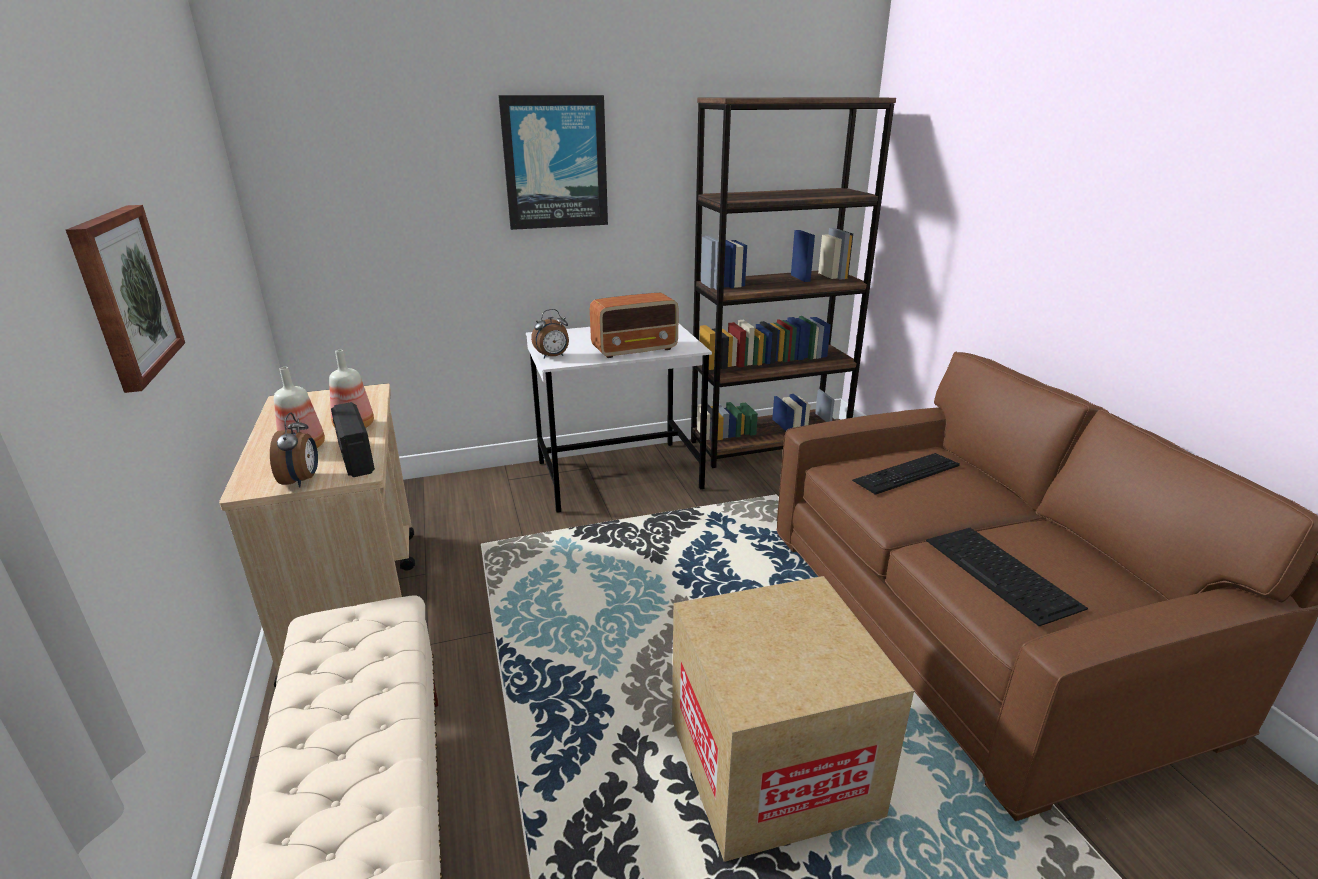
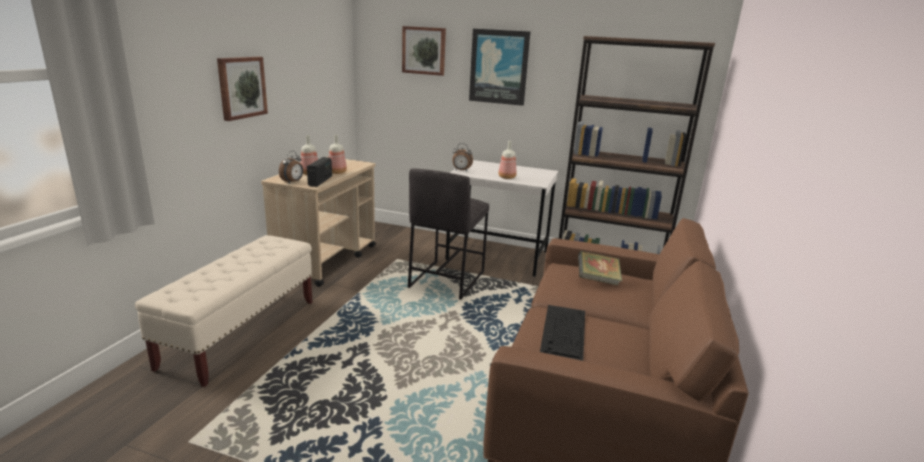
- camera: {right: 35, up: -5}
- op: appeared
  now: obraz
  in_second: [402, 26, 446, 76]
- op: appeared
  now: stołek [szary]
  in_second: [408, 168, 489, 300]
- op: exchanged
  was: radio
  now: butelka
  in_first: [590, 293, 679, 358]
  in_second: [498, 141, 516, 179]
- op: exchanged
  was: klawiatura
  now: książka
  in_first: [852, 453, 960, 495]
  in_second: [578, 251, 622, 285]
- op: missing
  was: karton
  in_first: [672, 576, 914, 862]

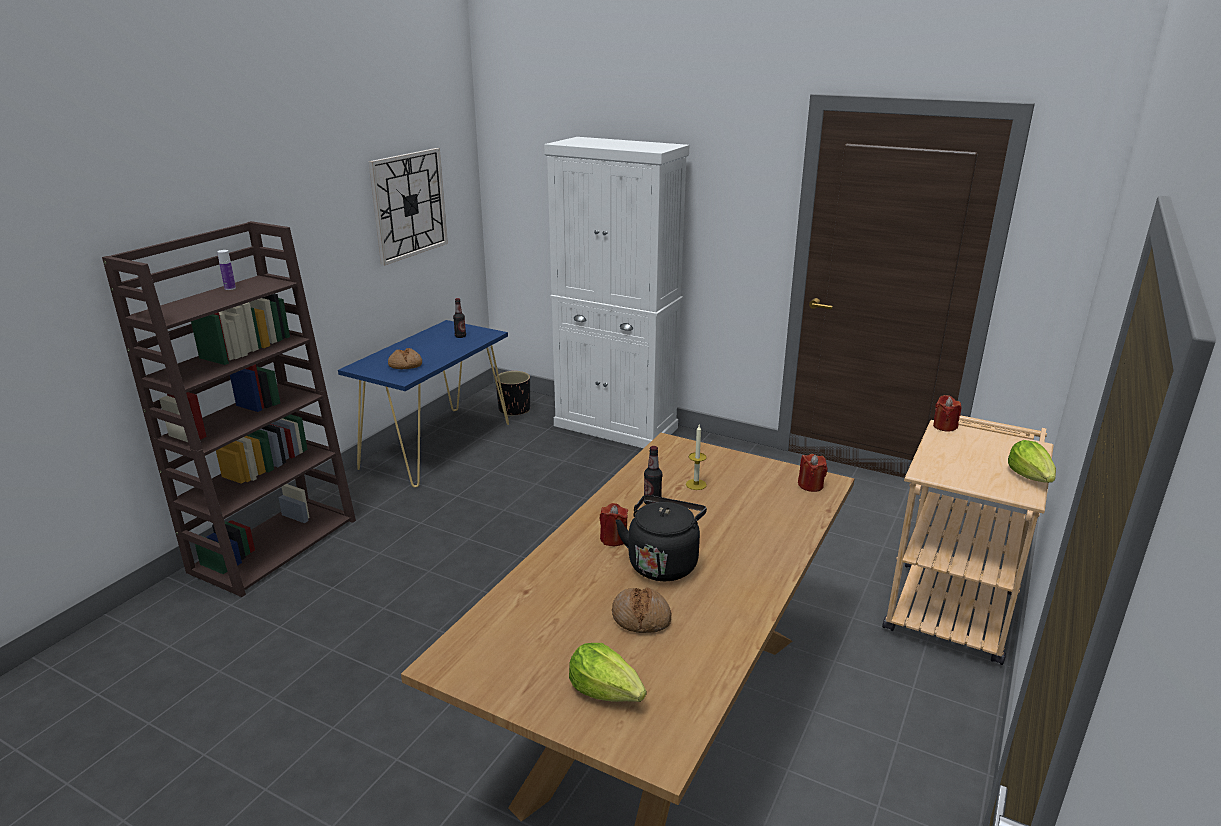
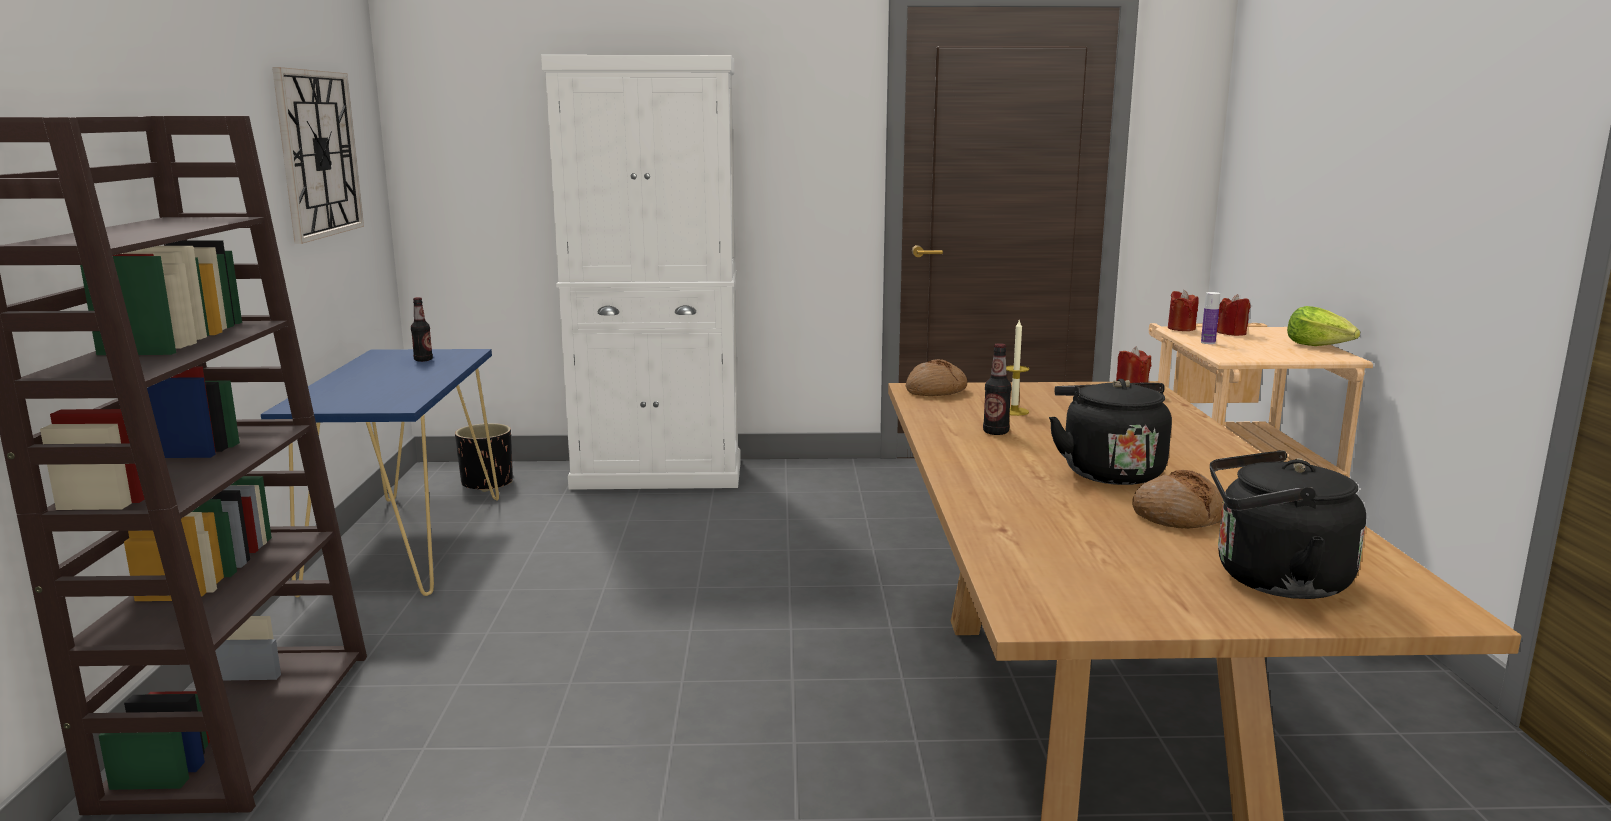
- camera: {right: -30, up: -10}
- op: relocated
  was: chleb
  in_first: [388, 348, 422, 369]
  in_second: [905, 359, 967, 396]
- op: relocated
  was: butelka
  in_first: [217, 250, 236, 290]
  in_second: [1201, 292, 1220, 344]
- op: exchanged
  was: sałata
  now: czajnik [czarny]
  in_first: [569, 643, 646, 702]
  in_second: [1210, 450, 1366, 599]
- op: relocated
  was: świeca [czerwony]
  in_first: [600, 503, 628, 546]
  in_second: [1217, 294, 1251, 336]

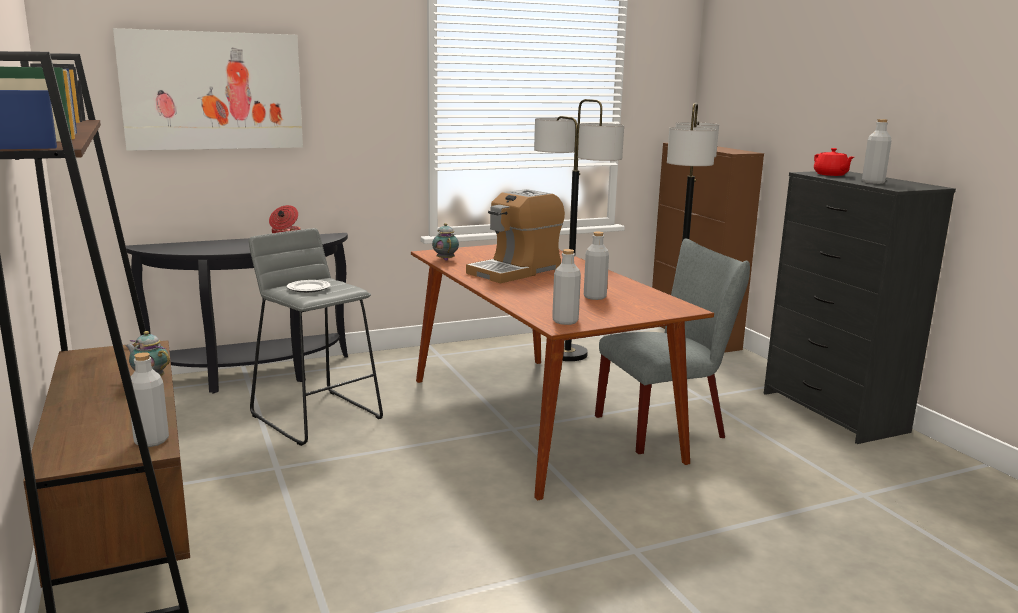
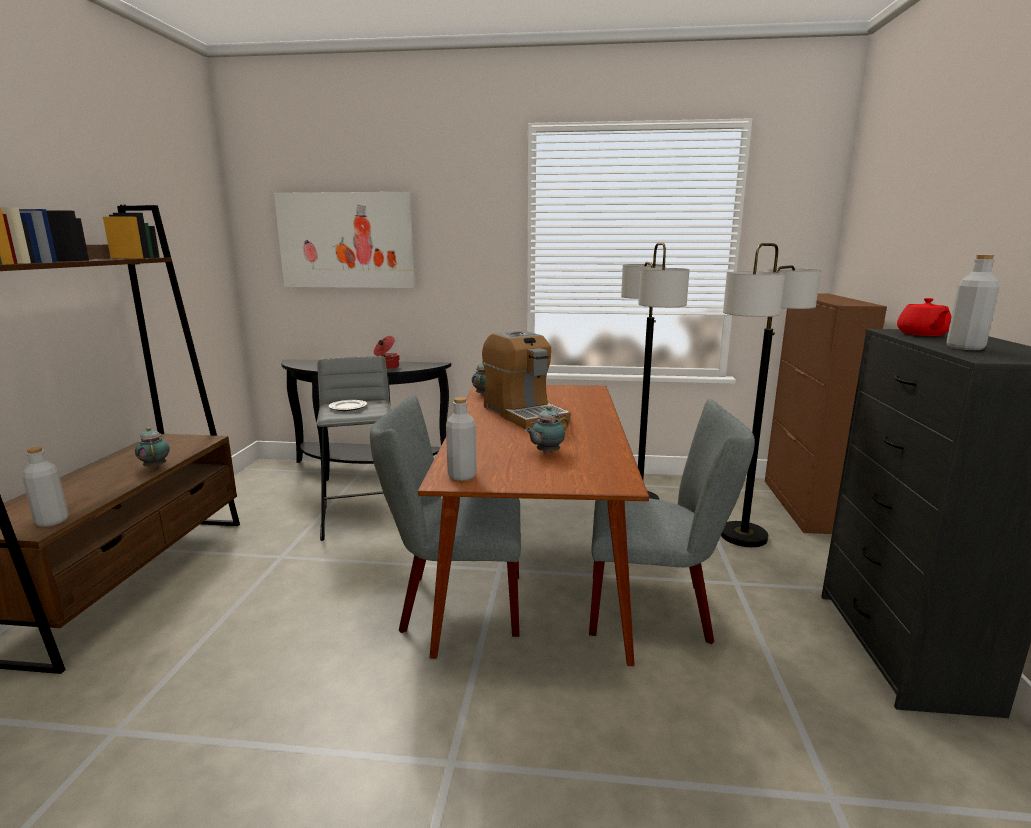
- camera: {right: 30, up: 0}
- op: appeared
  now: krzesło [szary]
  in_second: [370, 395, 521, 637]
- op: spun
  was: ekspres do kawy
  in_first: [466, 189, 565, 283]
  in_second: [482, 331, 571, 429]
  clockwise: -105
- op: exchanged
  was: butelka [szary]
  now: imbryk
  in_first: [584, 232, 609, 300]
  in_second: [525, 406, 569, 454]

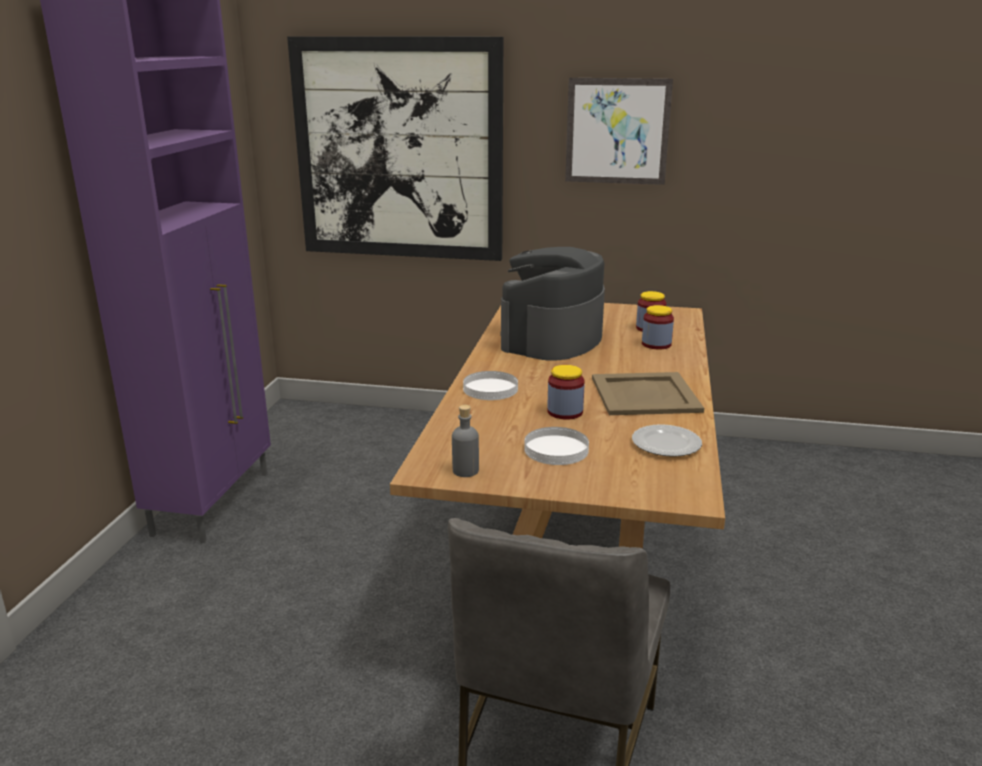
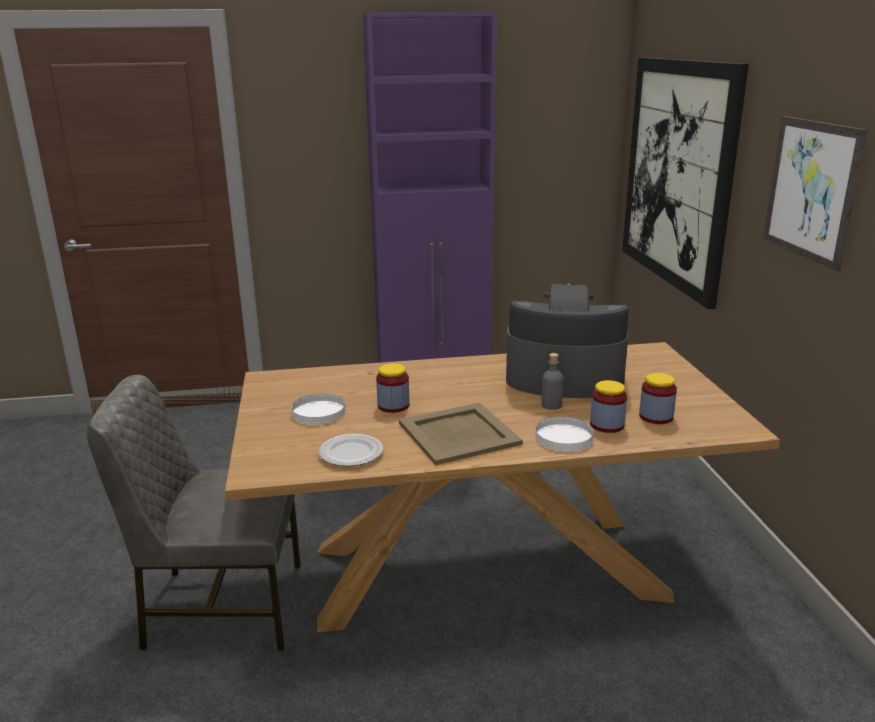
- camera: {right: 70, up: 0}
- op: relocated
  was: talerz [biały]
  in_first: [463, 371, 518, 400]
  in_second: [535, 417, 594, 452]
- op: relocated
  was: butelka [szary]
  in_first: [452, 405, 479, 477]
  in_second: [542, 353, 564, 410]

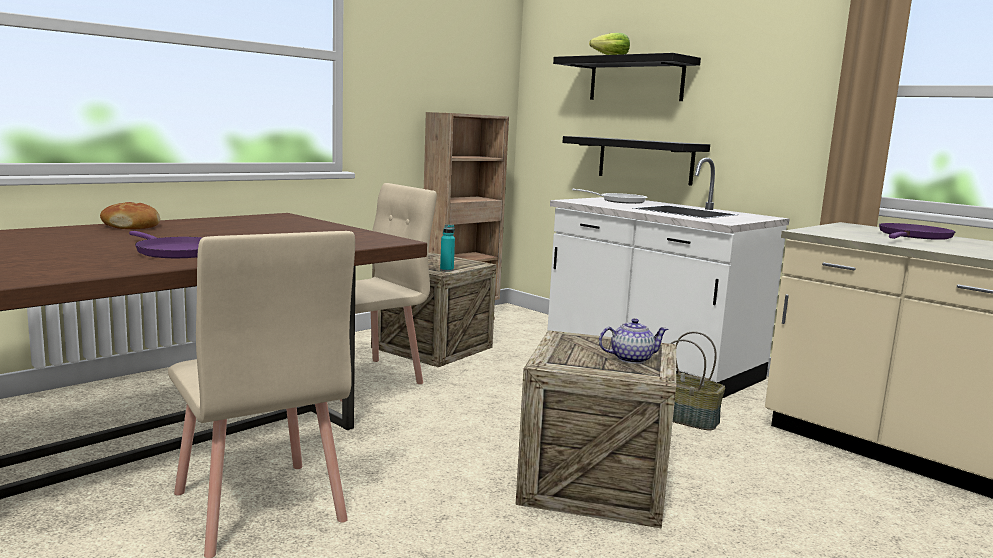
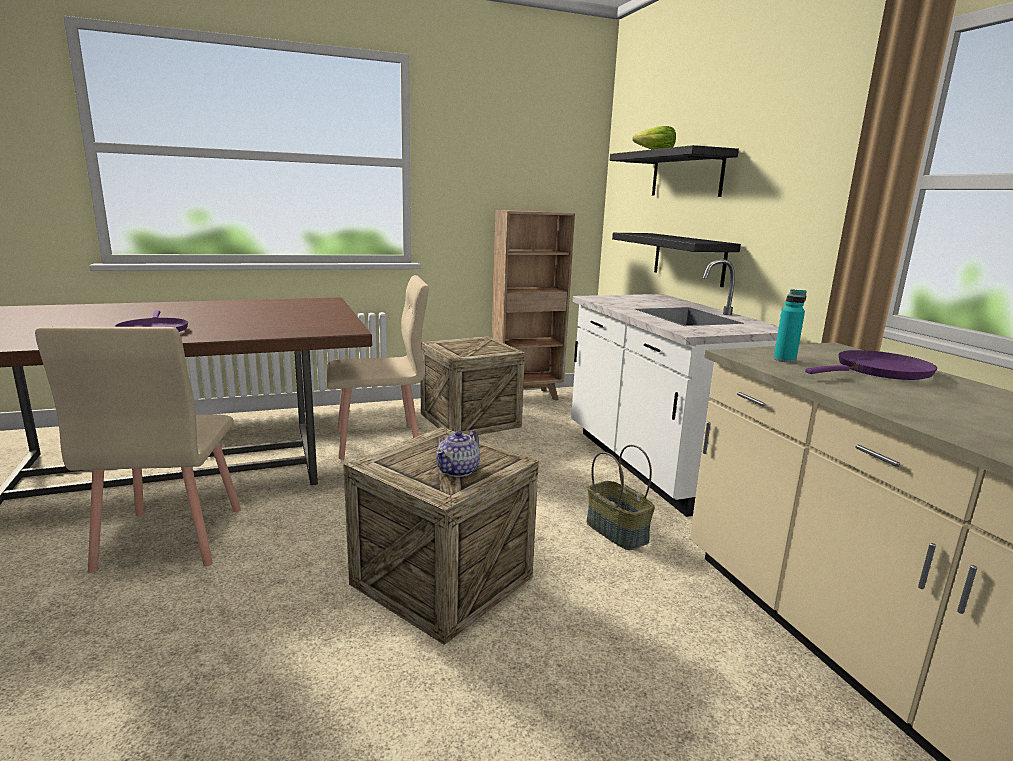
- camera: {right: 25, up: 5}
- op: spun
  was: imbryk
  in_first: [599, 318, 668, 364]
  in_second: [436, 431, 480, 477]
  clockwise: 105
- op: relocated
  was: butelka [turkusowy]
  in_first: [440, 224, 455, 272]
  in_second: [774, 289, 807, 363]
- op: missing
  was: chleb
  in_first: [100, 202, 160, 229]
- op: missing
  was: patelnia
  in_first: [572, 189, 647, 204]

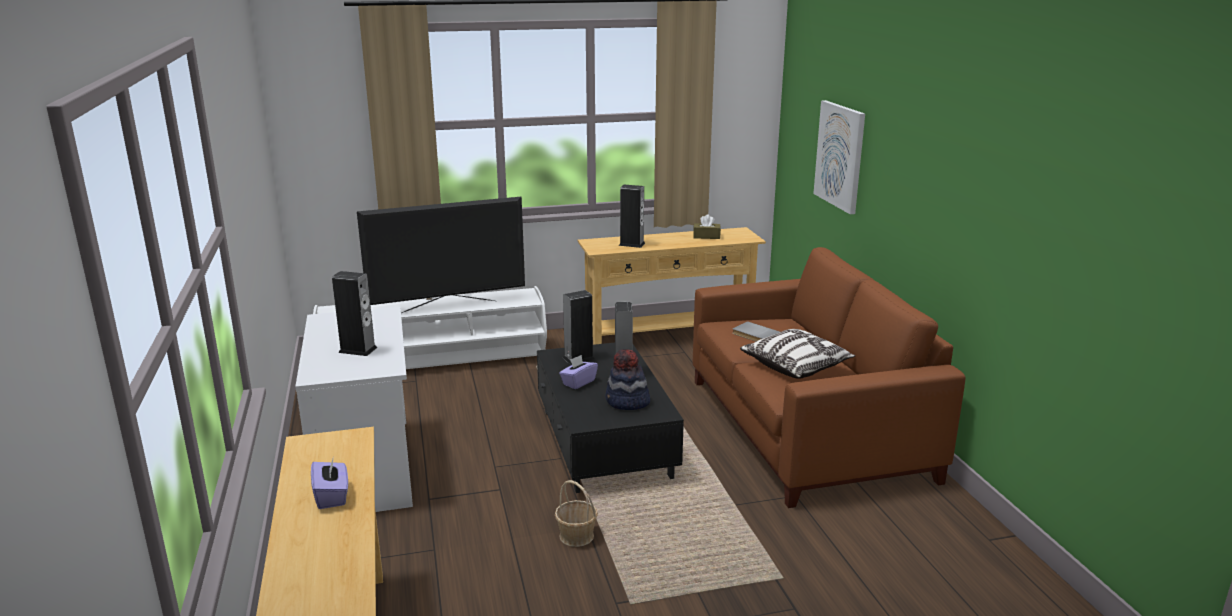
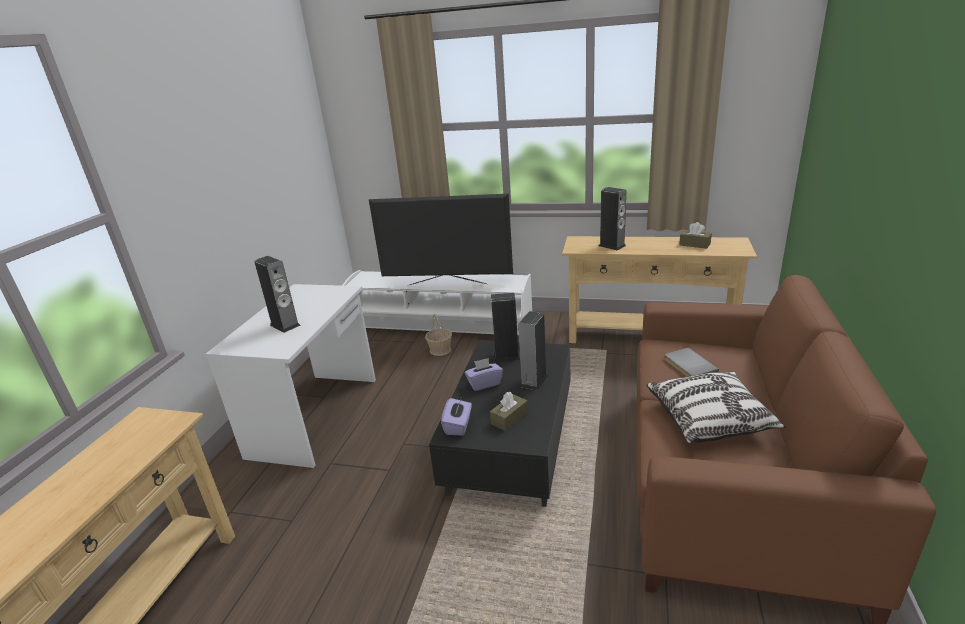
- camera: {right: 30, up: 5}
- op: relocated
  was: koszyk
  in_first: [555, 480, 598, 547]
  in_second: [425, 314, 452, 356]
- op: relocated
  was: pudełko chusteczek [fioletowy]
  in_first: [311, 459, 348, 509]
  in_second: [441, 398, 472, 436]
- op: exchanged
  was: kapelusz
  now: pudełko chusteczek [brązowy]
  in_first: [605, 349, 650, 410]
  in_second: [490, 392, 528, 431]
- op: missing
  was: obraz
  in_first: [813, 100, 865, 214]

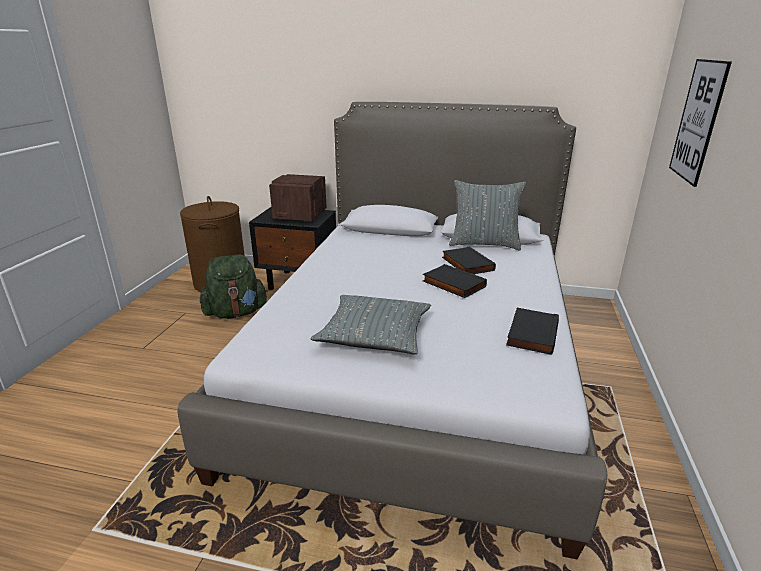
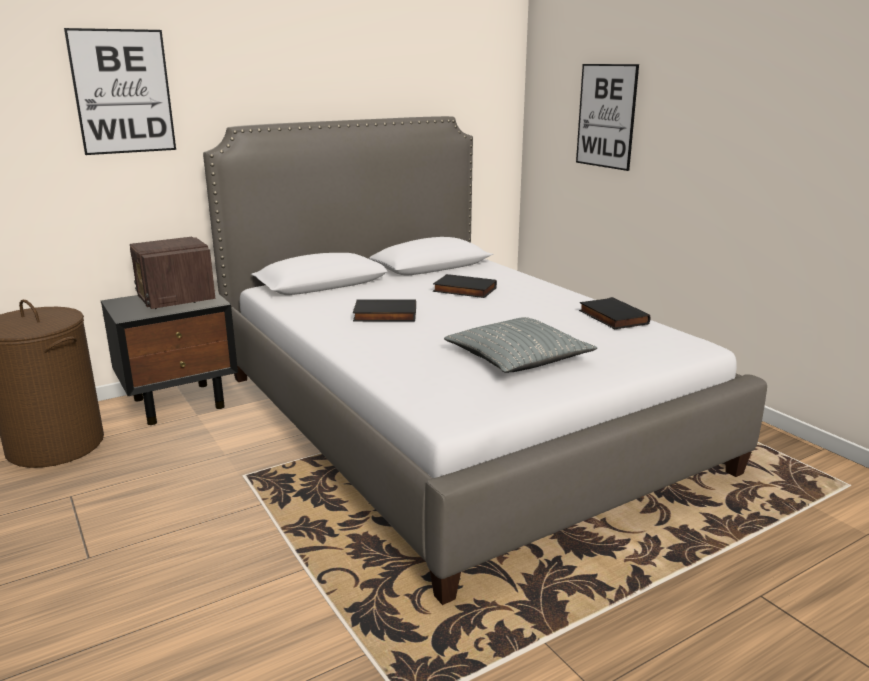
- camera: {right: -45, up: -5}
- op: appeared
  now: obraz
  in_second: [64, 28, 176, 155]
- op: relocated
  was: książka [czarny]
  in_first: [423, 264, 487, 298]
  in_second: [353, 299, 416, 321]
- op: missing
  was: plecak [zielony]
  in_first: [200, 255, 268, 319]
- op: missing
  was: poduszka [szary]
  in_first: [449, 180, 526, 251]

